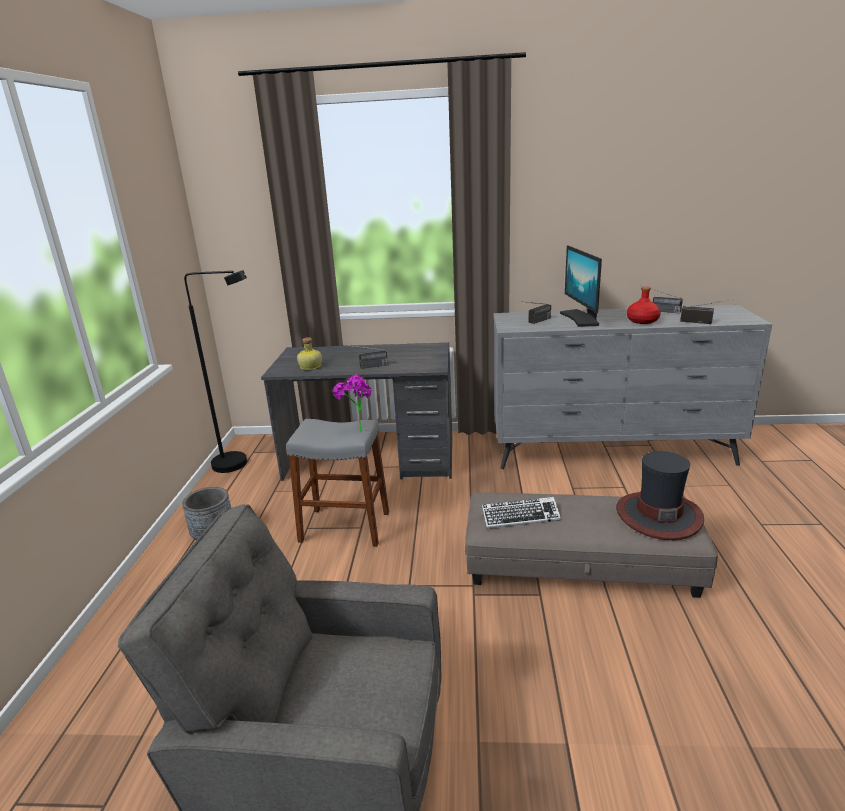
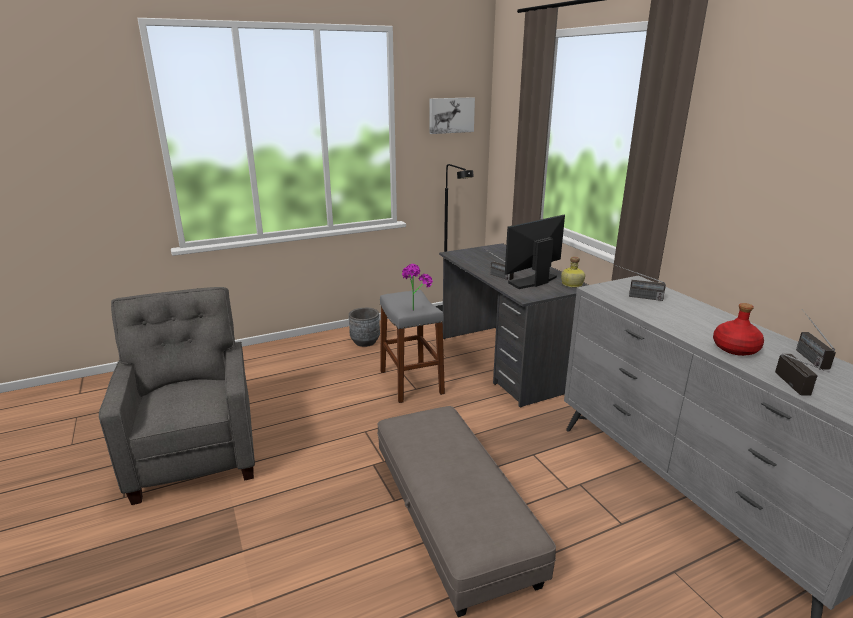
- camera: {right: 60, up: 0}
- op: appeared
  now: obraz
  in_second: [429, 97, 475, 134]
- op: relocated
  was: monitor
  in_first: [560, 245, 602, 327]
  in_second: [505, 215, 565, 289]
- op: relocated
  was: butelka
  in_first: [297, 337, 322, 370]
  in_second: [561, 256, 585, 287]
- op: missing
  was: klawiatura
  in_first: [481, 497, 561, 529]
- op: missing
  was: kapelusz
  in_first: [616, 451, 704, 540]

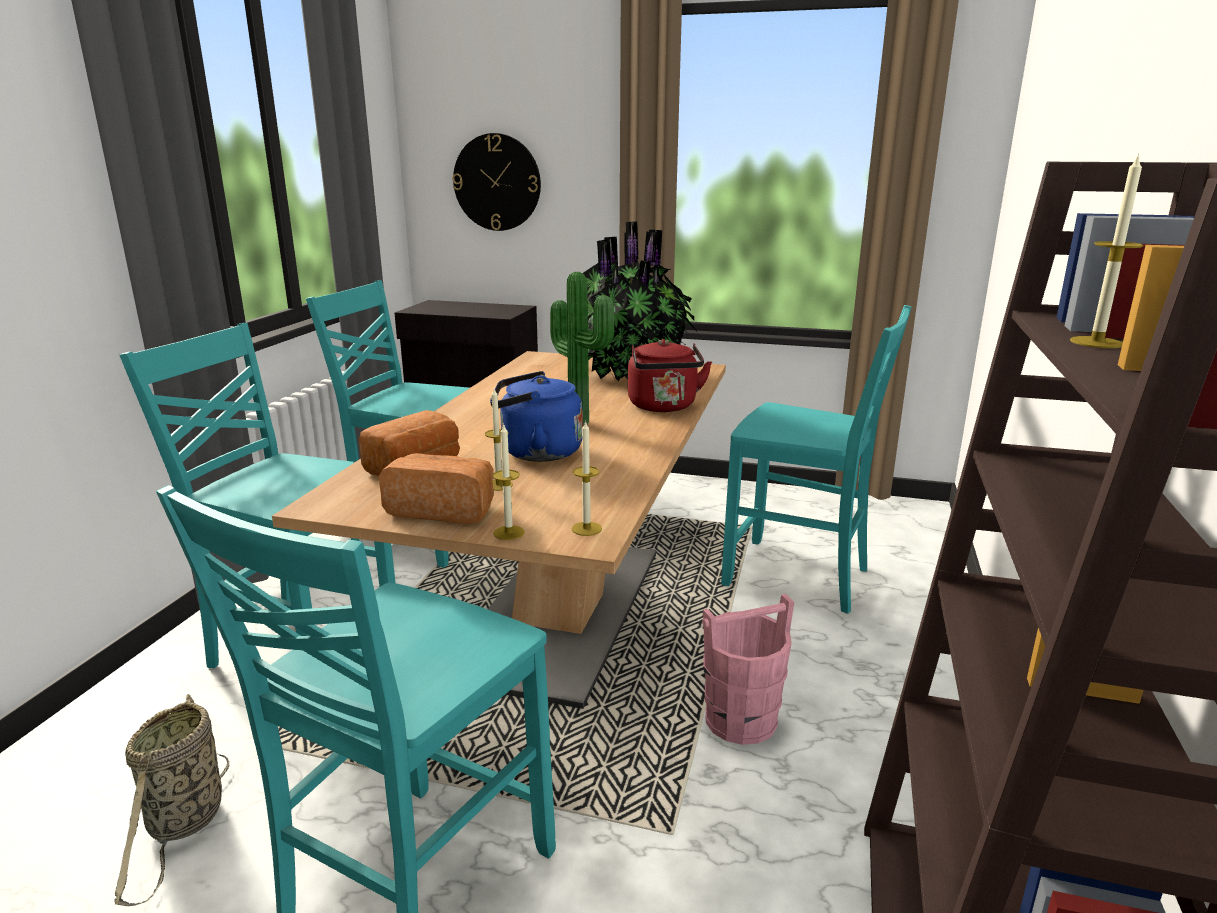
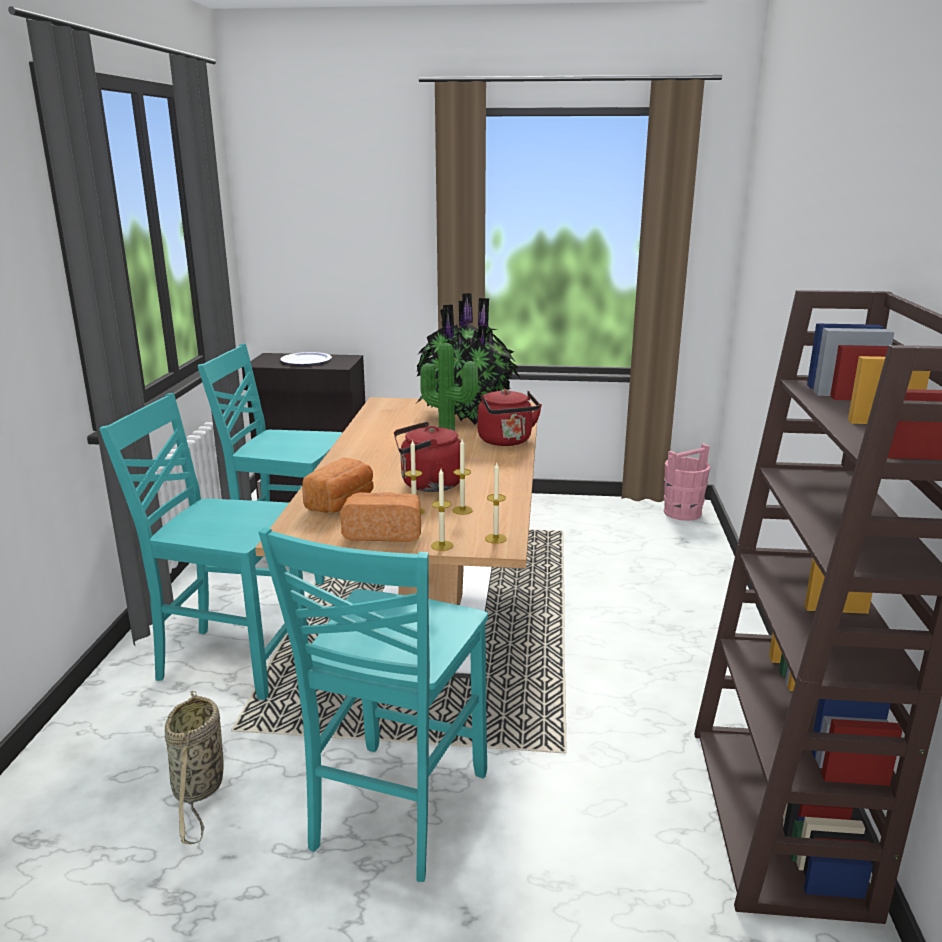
- camera: {right: -10, up: 0}
- op: appeared
  now: talerz
  in_second: [280, 352, 332, 365]
- op: colour
  was: czajnik [niebieski]
  now: czajnik [czerwony]
  in_first: [490, 371, 583, 462]
  in_second: [394, 422, 461, 492]
- op: relocated
  was: świeca
  in_first: [1070, 153, 1143, 348]
  in_second: [452, 439, 473, 515]
- op: relocated
  was: wiadro [różowy]
  in_first: [702, 594, 794, 745]
  in_second: [664, 444, 710, 521]
- op: missing
  was: zegar ścienny
  in_first: [452, 133, 541, 231]
- op: missing
  was: krzesło [turkusowy]
  in_first: [721, 305, 911, 614]

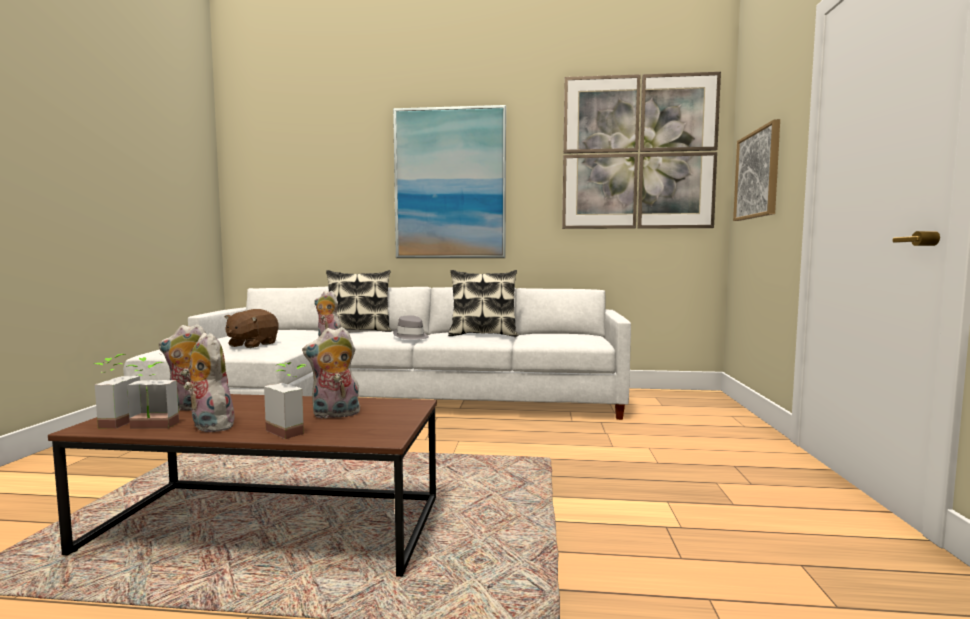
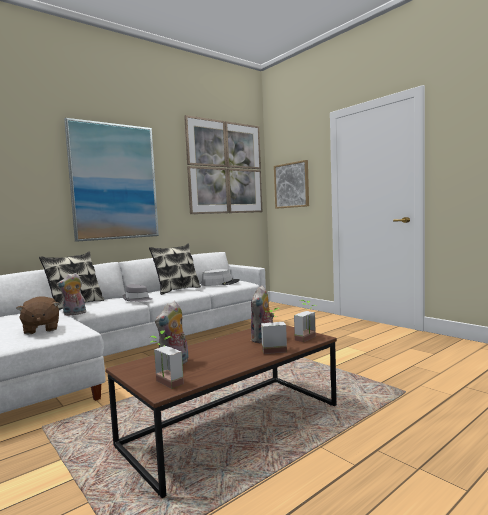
- camera: {right: -45, up: 0}
- op: appeared
  now: kapelusz [szary]
  in_second: [201, 269, 240, 286]
- op: relocated
  was: roślina doniczkowa
  in_first: [126, 357, 179, 429]
  in_second: [294, 300, 316, 342]
- op: missing
  was: pluszak
  in_first: [183, 333, 234, 432]

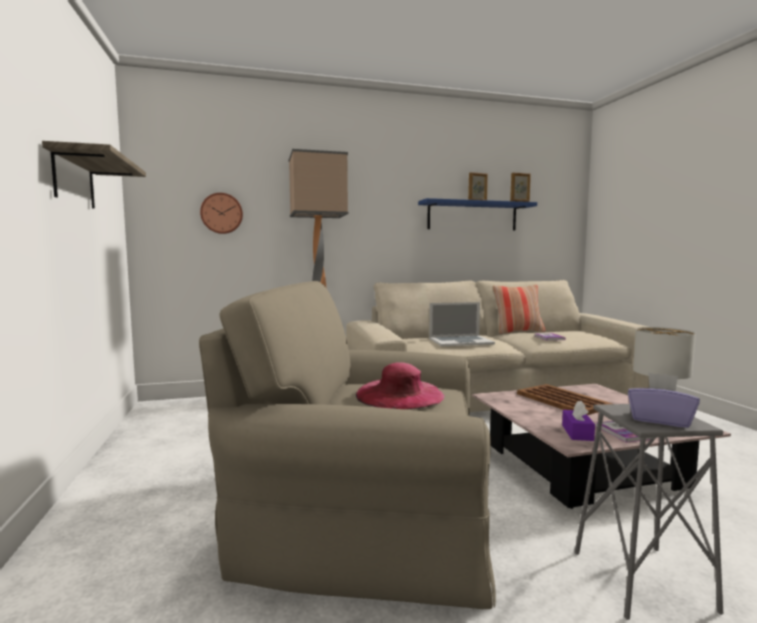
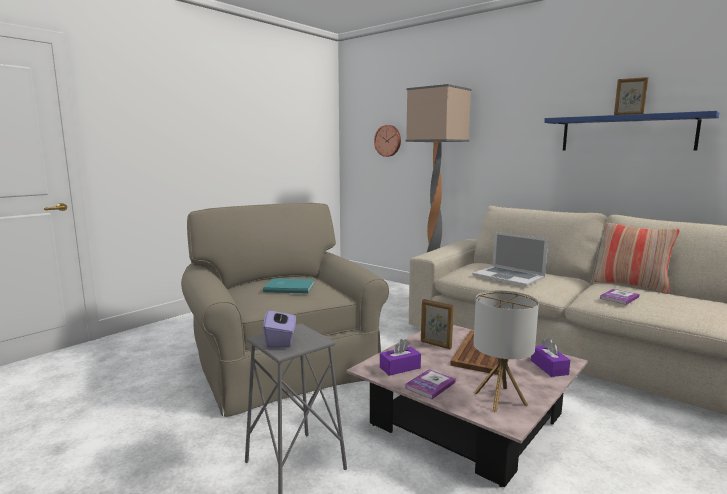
- camera: {right: 55, up: 5}
- op: exchanged
  was: kapelusz [różowy]
  now: książka [turkusowy]
  in_first: [356, 362, 444, 409]
  in_second: [263, 278, 315, 294]
- op: relocated
  was: ramka na zdjęcie
  in_first: [510, 173, 531, 202]
  in_second: [421, 299, 454, 349]
- op: appeared
  now: pudełko chusteczek [fioletowy]
  in_second: [531, 338, 570, 377]
- op: missing
  was: półka
  in_first: [42, 141, 146, 209]

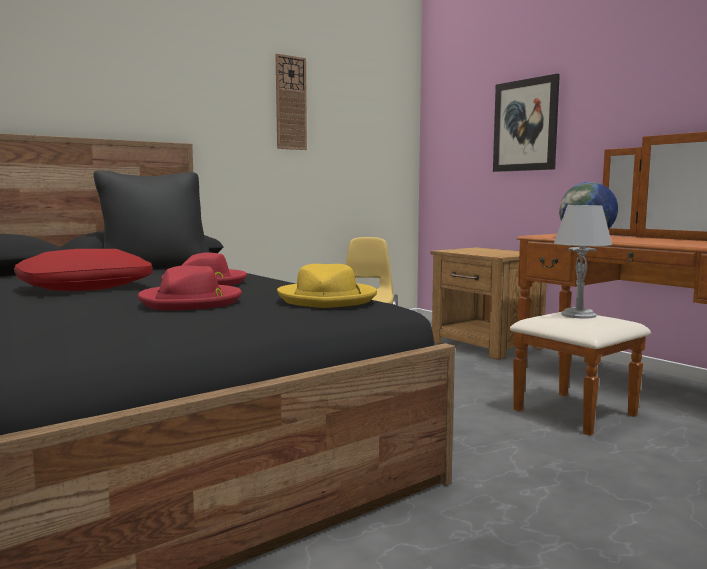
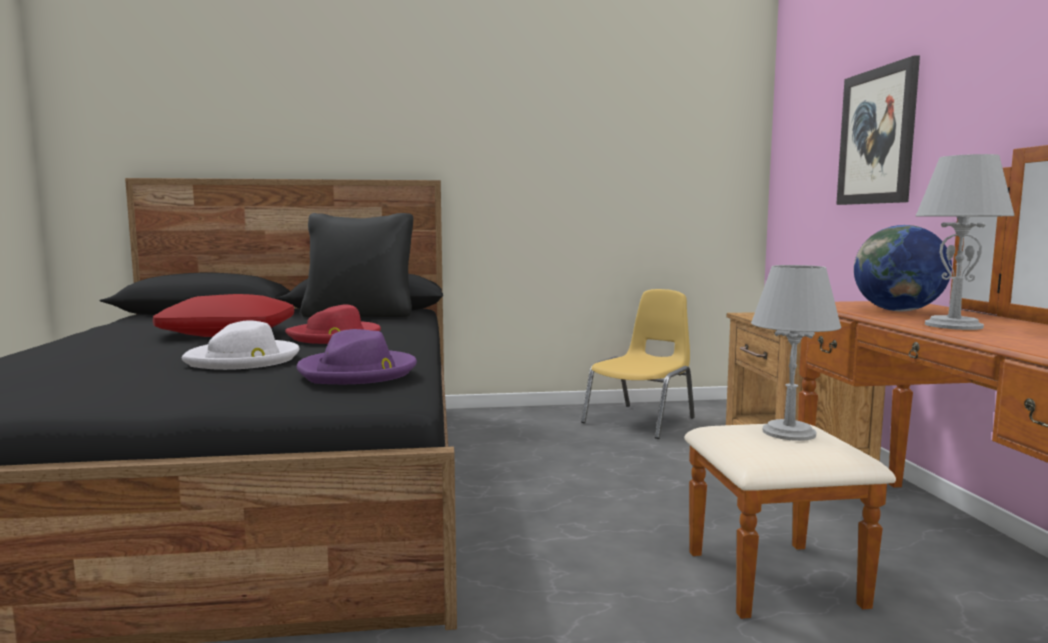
- camera: {right: 30, up: 0}
- op: colour
  was: kapelusz [czerwony]
  now: kapelusz [biały]
  in_first: [138, 265, 242, 310]
  in_second: [182, 320, 300, 370]
- op: colour
  was: kapelusz [żółty]
  now: kapelusz [fioletowy]
  in_first: [277, 264, 377, 308]
  in_second: [297, 329, 417, 384]
- op: appeared
  now: lampa stołowa [szary]
  in_second: [916, 154, 1015, 330]
- op: missing
  was: zegar ścienny
  in_first: [276, 54, 307, 150]

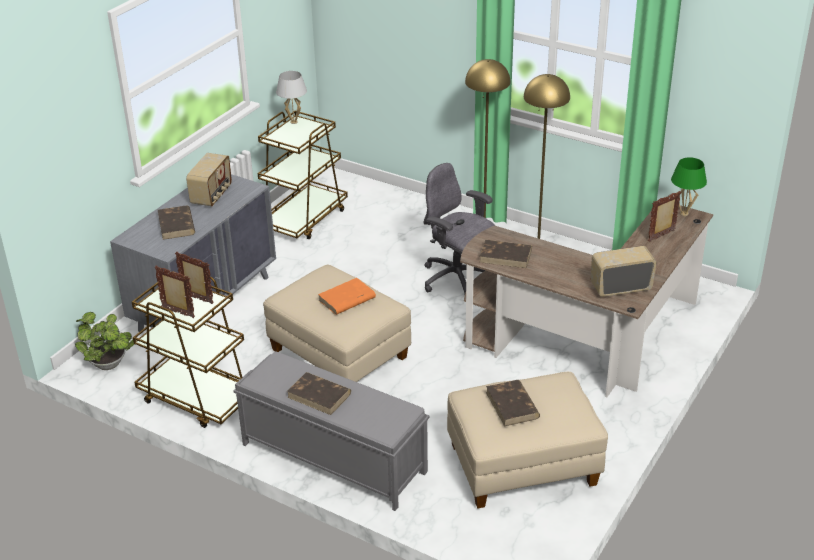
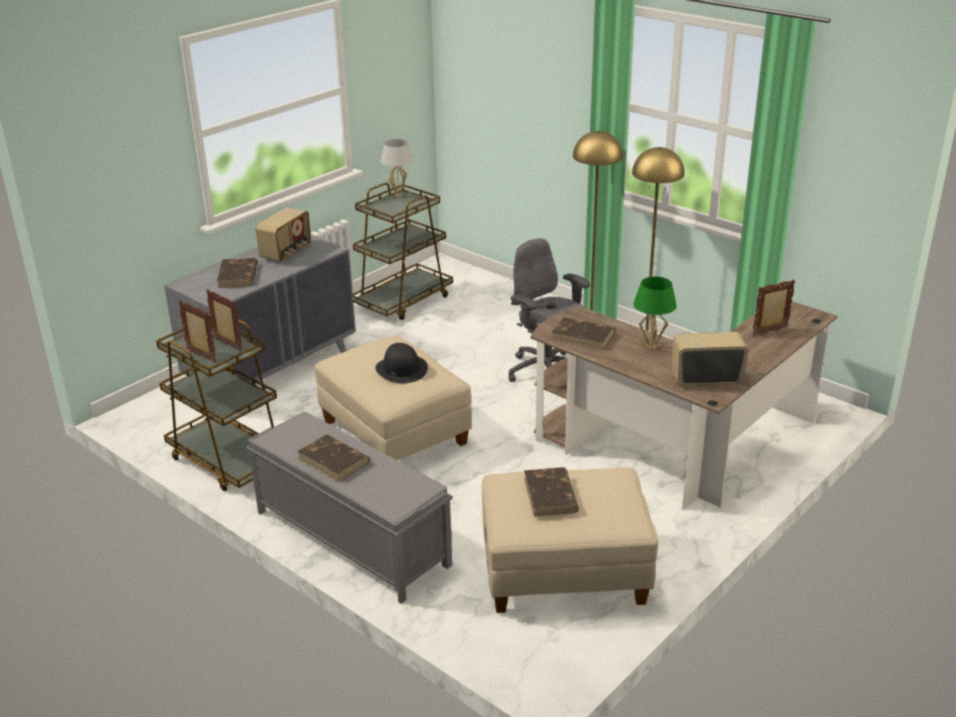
- camera: {right: 10, up: -5}
- op: exchanged
  was: książka [pomarańczowy]
  now: kapelusz [czarny]
  in_first: [318, 278, 376, 315]
  in_second: [376, 343, 428, 383]
- op: relocated
  was: lampa stołowa [zielony]
  in_first: [671, 157, 707, 216]
  in_second: [633, 277, 677, 349]
- op: missing
  was: roślina doniczkowa
  in_first: [75, 312, 134, 370]

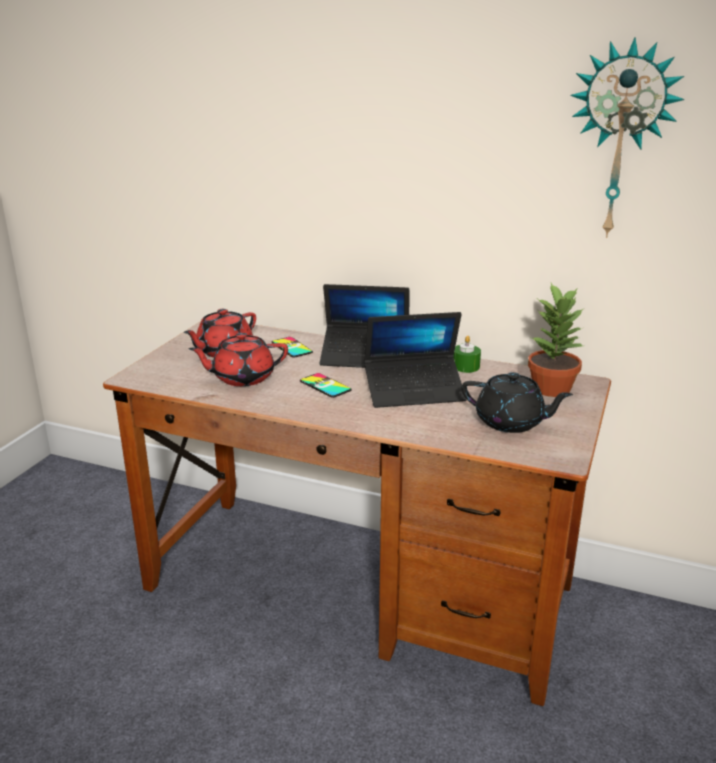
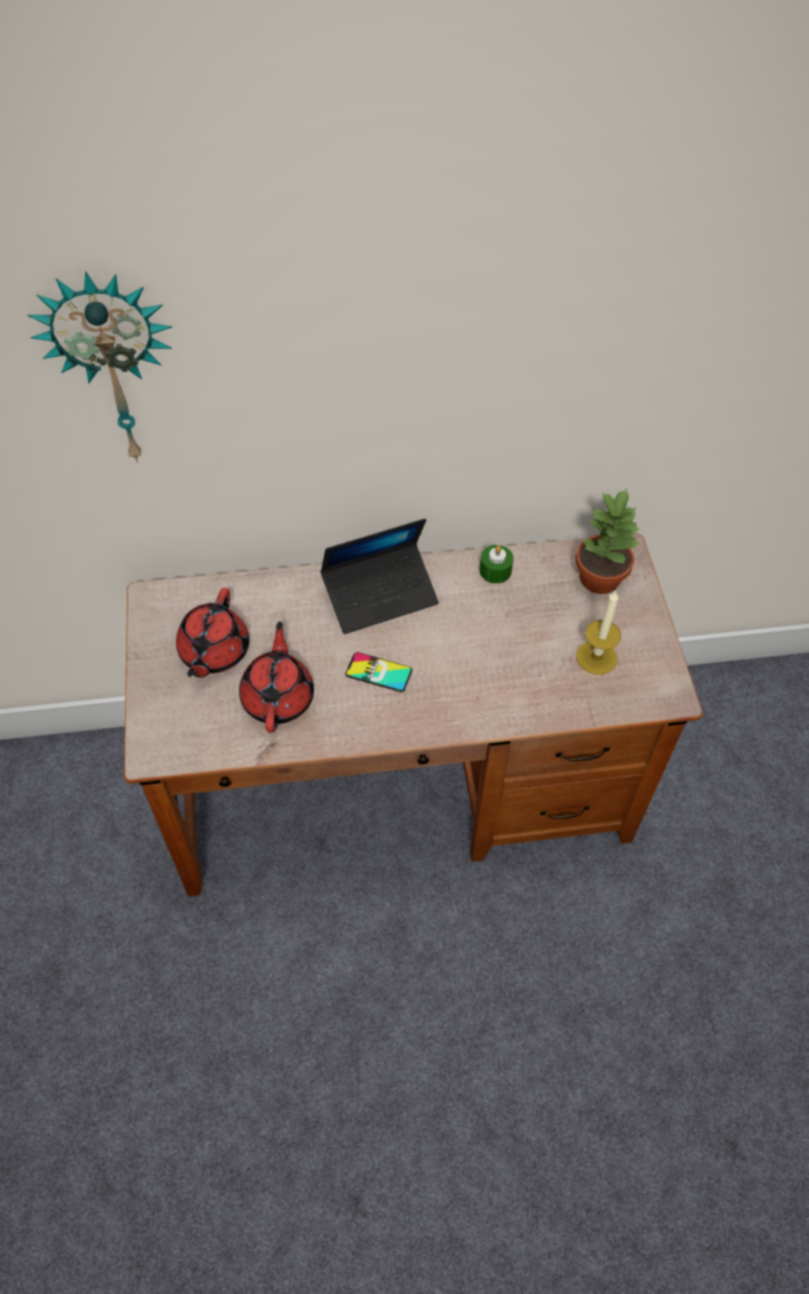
- camera: {right: -30, up: 30}
- op: relocated
  was: zegar ścienny
  in_first: [570, 37, 685, 238]
  in_second: [27, 271, 172, 462]
- op: spun
  was: imbryk [czerwony]
  in_first: [188, 333, 288, 386]
  in_second: [239, 621, 314, 733]
  clockwise: 135
- op: exchanged
  was: imbryk [czarny]
  now: świeca
  in_first: [462, 372, 573, 433]
  in_second: [577, 591, 621, 675]
- op: missing
  was: telefon
  in_first: [272, 337, 313, 358]
- op: missing
  was: laptop
  in_first: [364, 312, 467, 408]

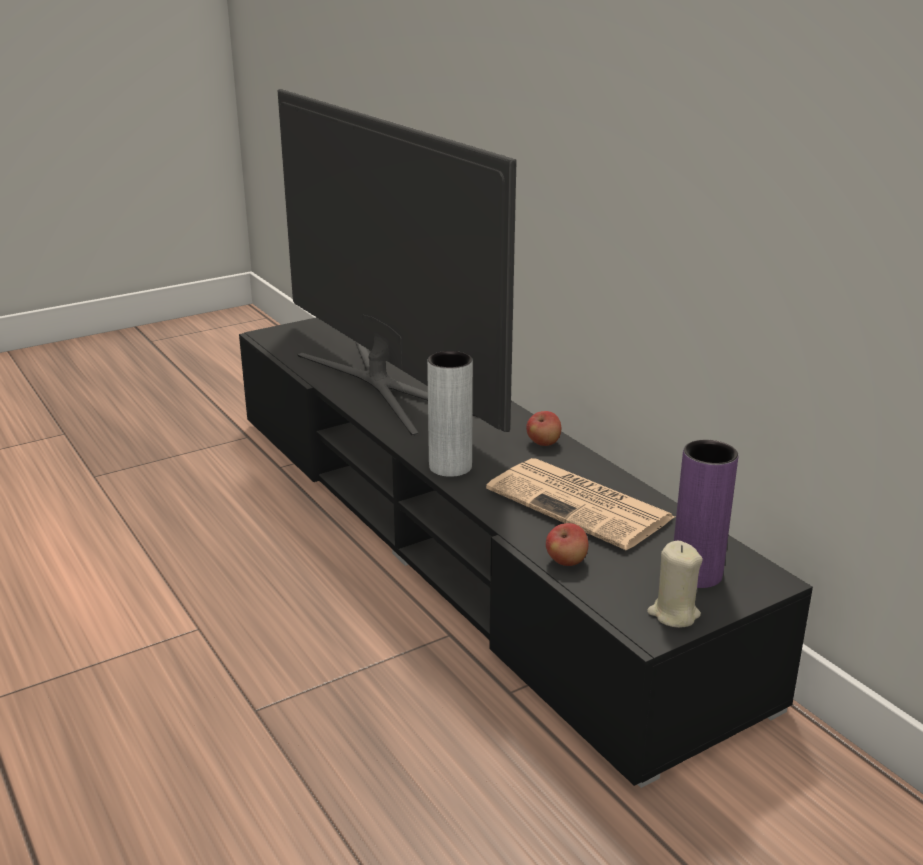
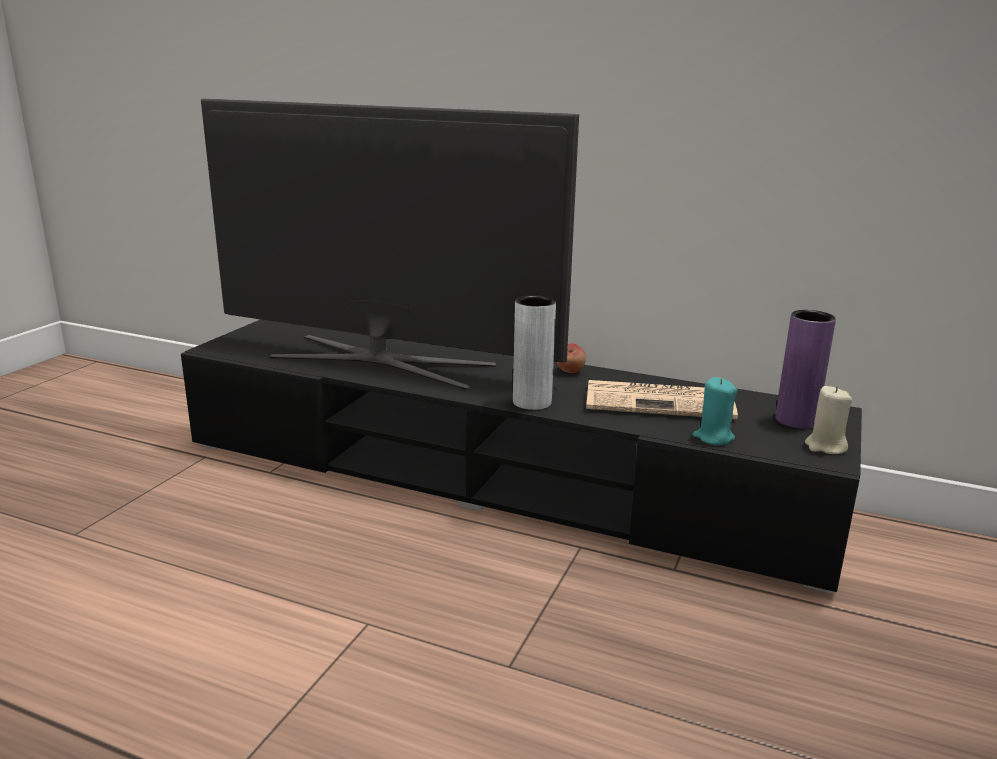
- camera: {right: -35, up: -5}
- op: exchanged
  was: jabłko
  now: świeca [turkusowy]
  in_first: [546, 523, 588, 566]
  in_second: [692, 377, 738, 445]

